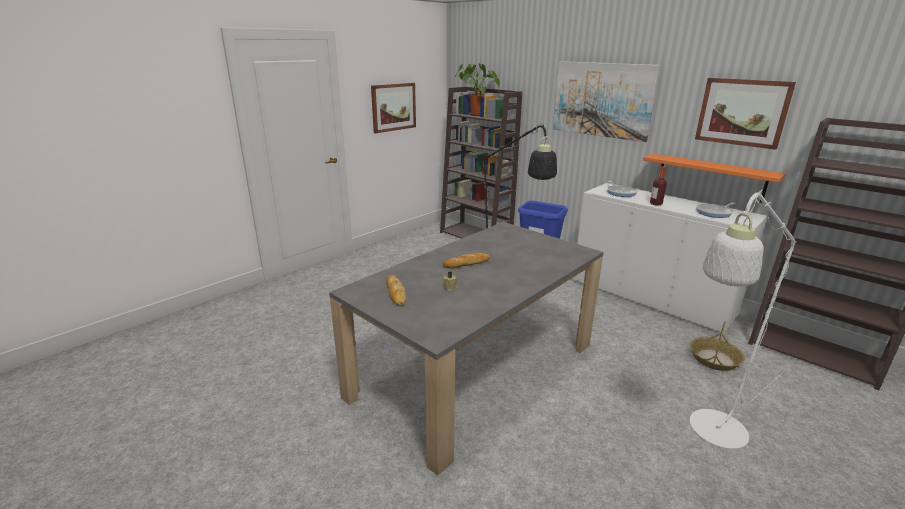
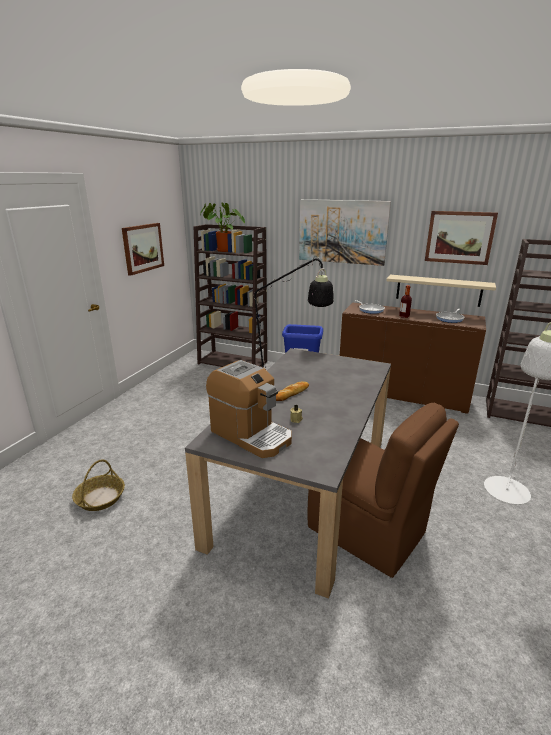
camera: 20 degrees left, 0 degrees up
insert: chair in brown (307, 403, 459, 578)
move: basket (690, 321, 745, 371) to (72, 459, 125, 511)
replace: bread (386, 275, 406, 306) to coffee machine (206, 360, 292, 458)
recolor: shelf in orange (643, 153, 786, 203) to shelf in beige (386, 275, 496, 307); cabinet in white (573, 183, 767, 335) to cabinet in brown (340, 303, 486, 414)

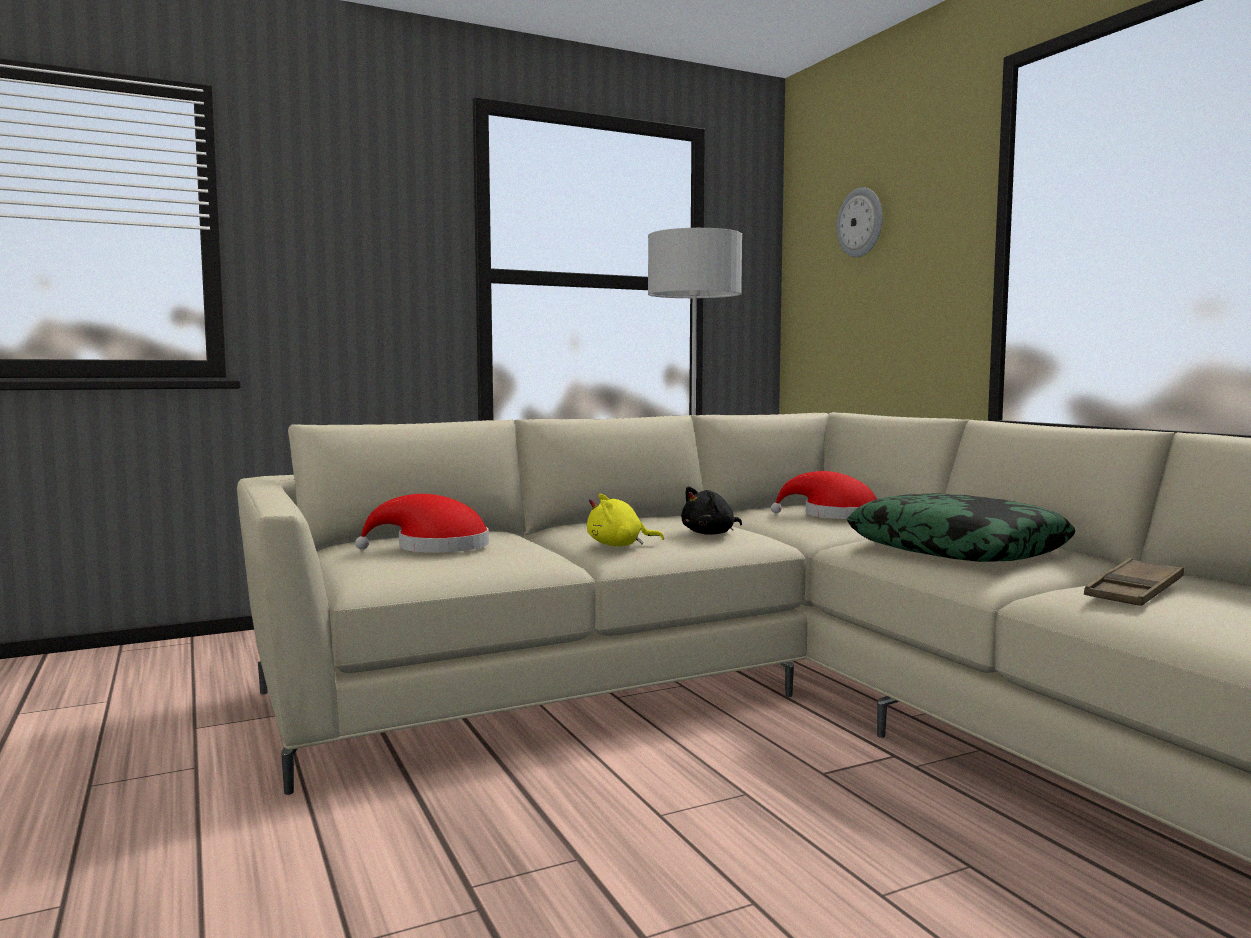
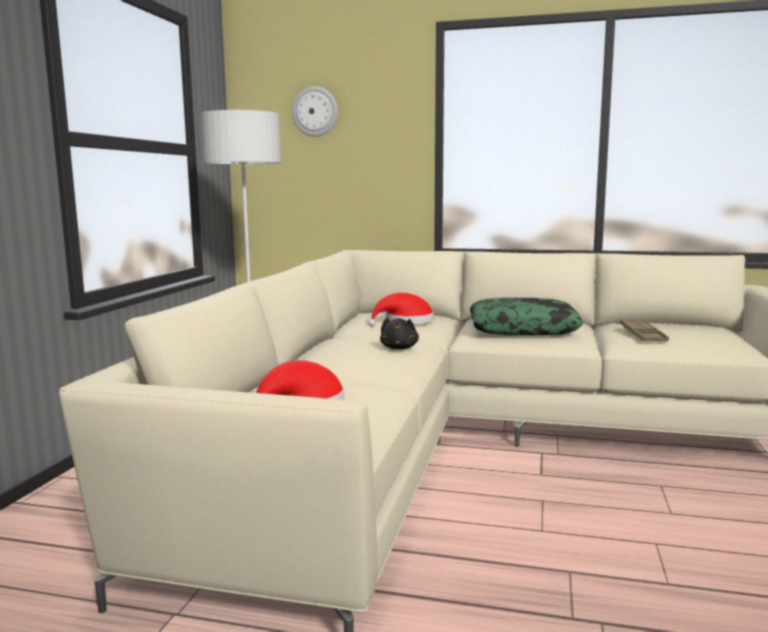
camera: 50 degrees left, 5 degrees up
delete: plush toy in yellow (587, 494, 664, 546)

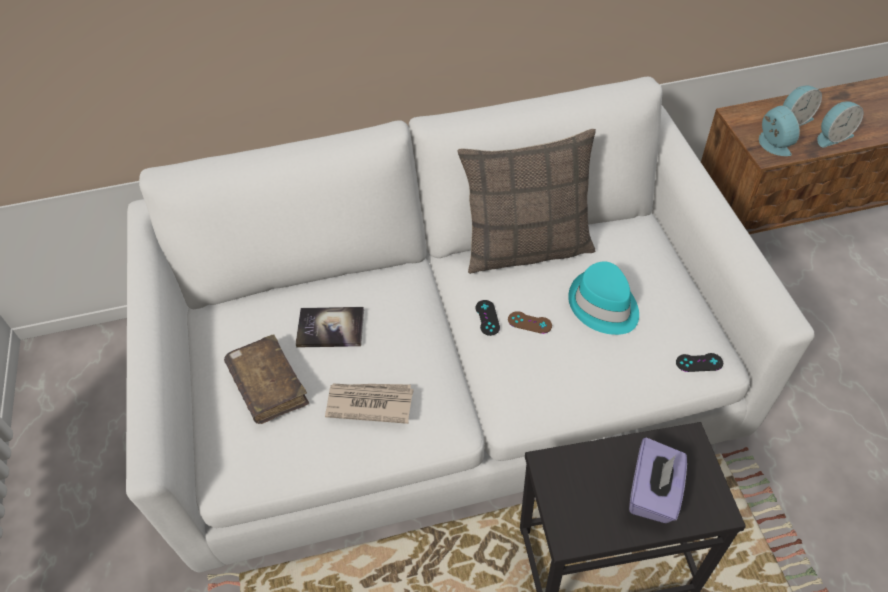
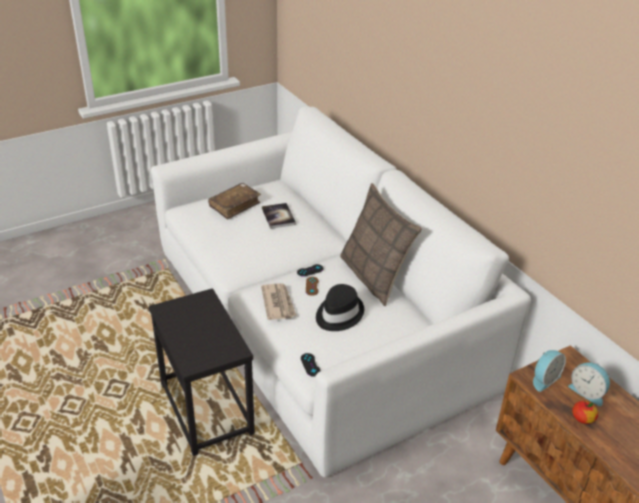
camera: 70 degrees right, 15 degrees down
delete: tissue box in purple (629, 438, 687, 523)
move: newspaper (325, 383, 413, 424) to (261, 283, 296, 320)
replace: alarm clock (817, 101, 864, 148) to apple (572, 401, 598, 424)
recolor: hat in turquoise (568, 261, 639, 335) to hat in black (316, 284, 364, 331)

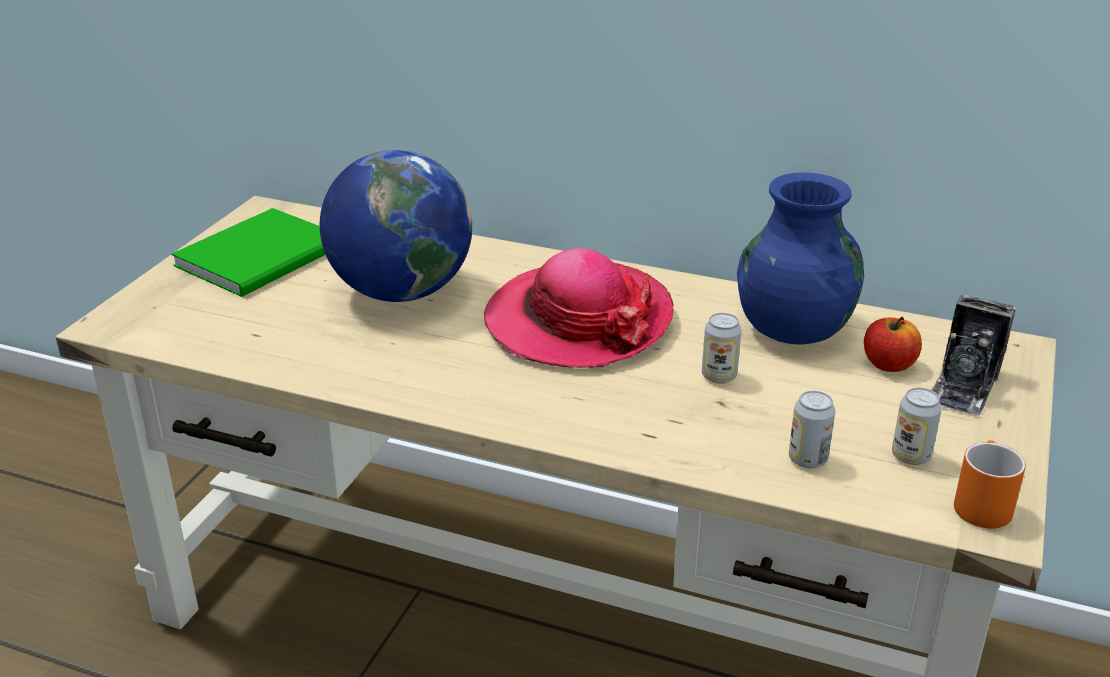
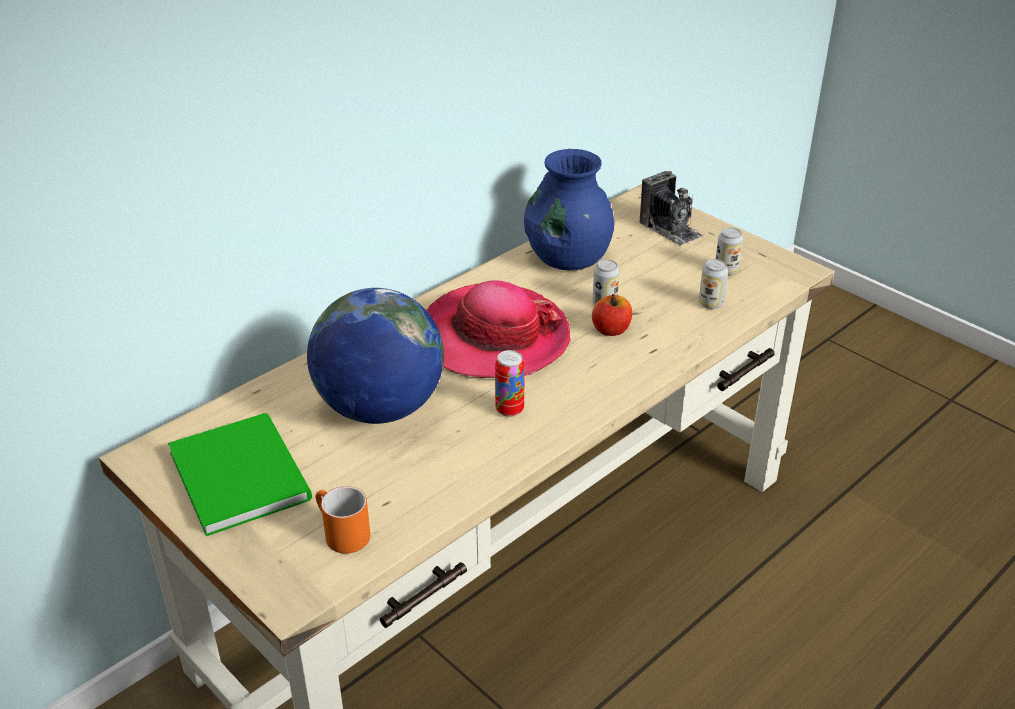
camera: 65 degrees left, 5 degrees up
insert: can (495, 350, 525, 417)
move: apple (864, 317, 922, 372) to (592, 294, 632, 336); mug in orange (954, 440, 1026, 529) to (316, 486, 370, 554)

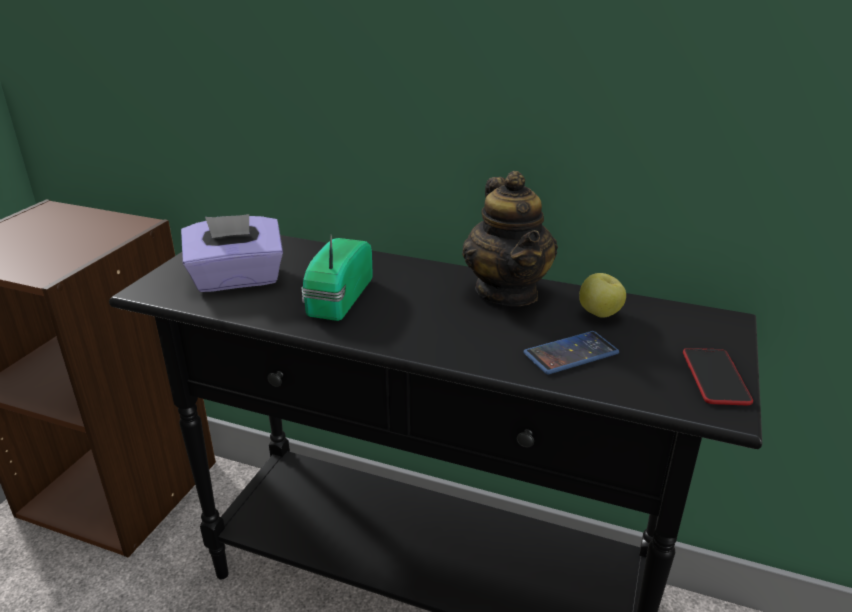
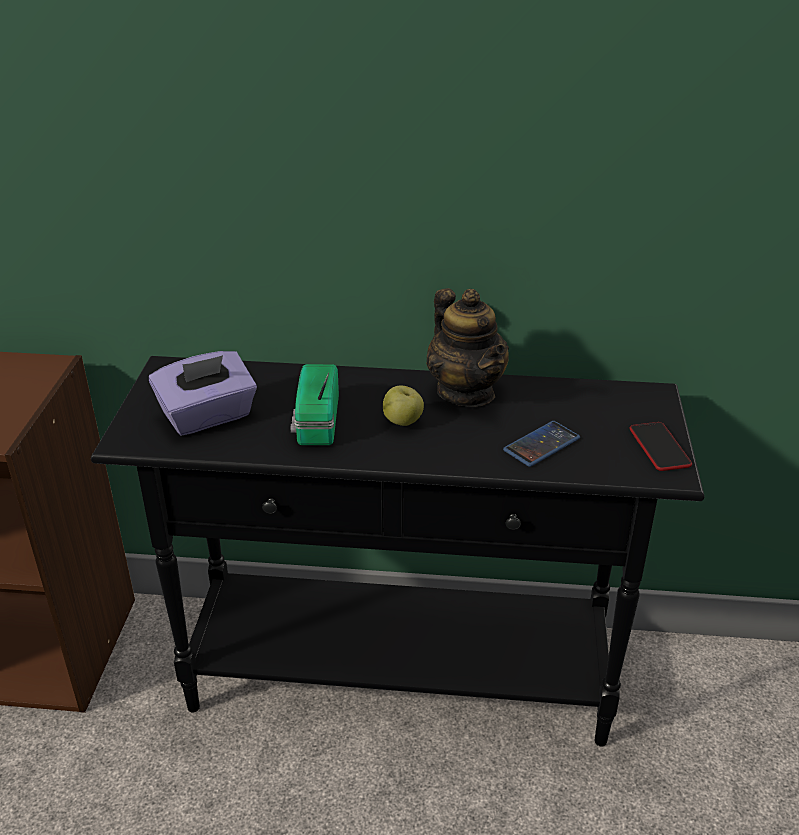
camera: 15 degrees left, 5 degrees up
move: apple (579, 273, 626, 318) to (383, 386, 424, 426)

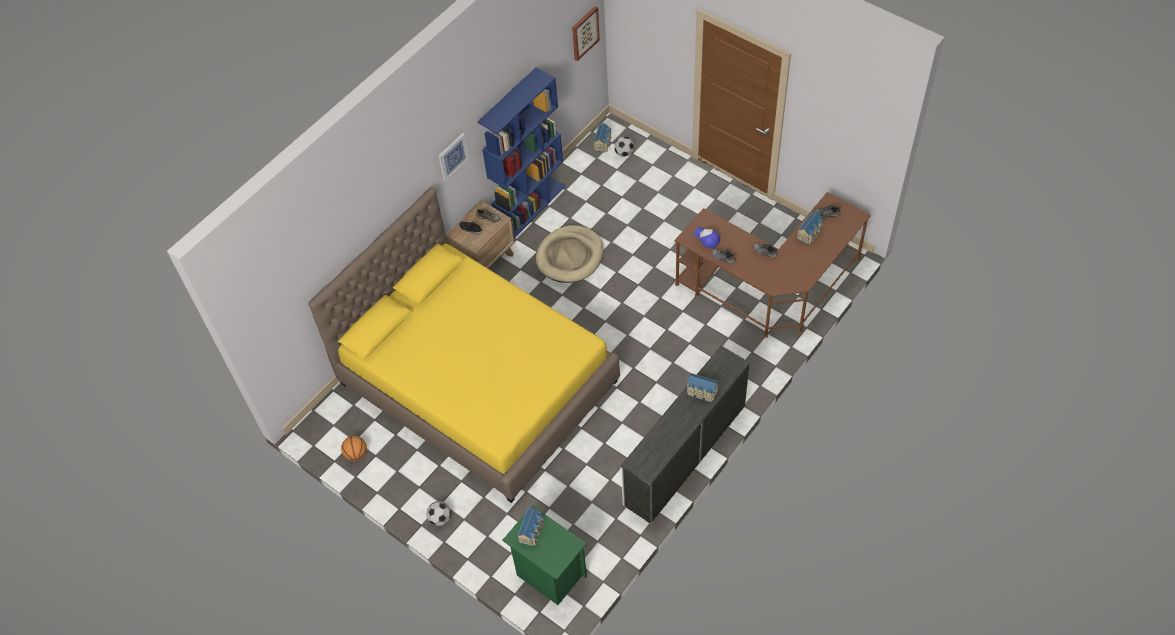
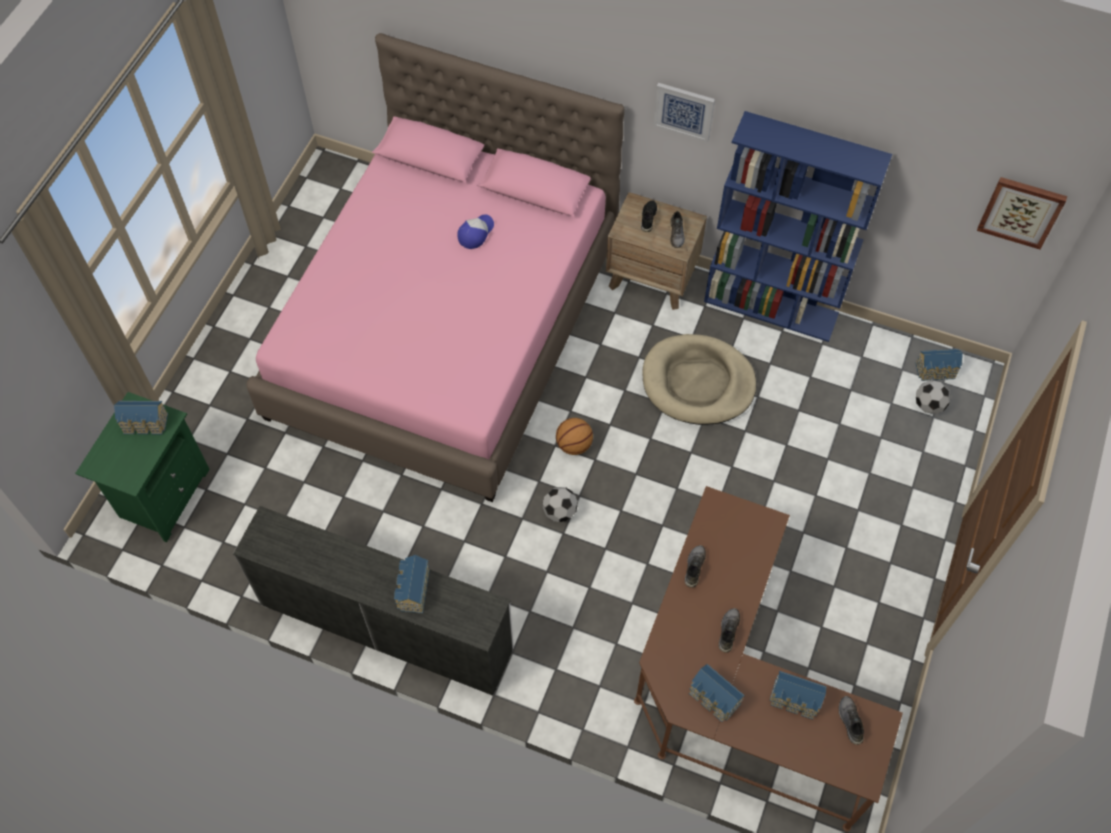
camera: 70 degrees right, 5 degrees up
insert: toy house (689, 664, 745, 722)
move: cap (694, 227, 720, 248) to (457, 214, 494, 249); basketball (341, 436, 367, 461) to (556, 418, 593, 455); football (426, 501, 451, 526) to (542, 487, 578, 522)
recolor: bed in yellow (308, 187, 620, 503) to bed in pink (246, 33, 624, 502)

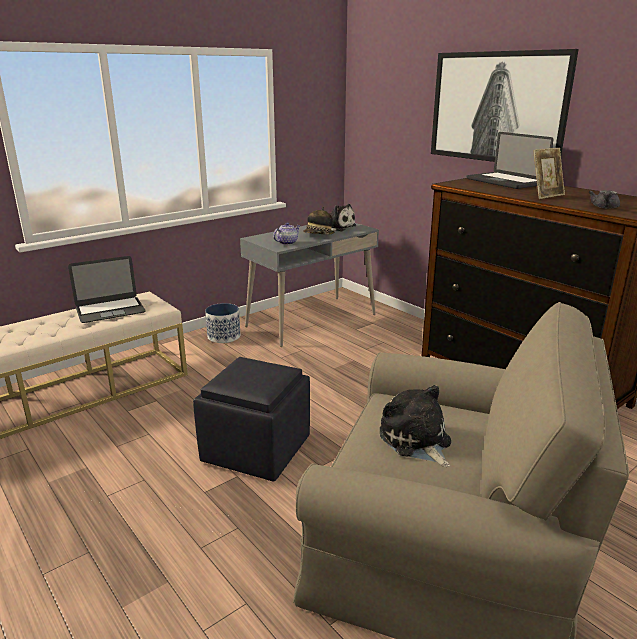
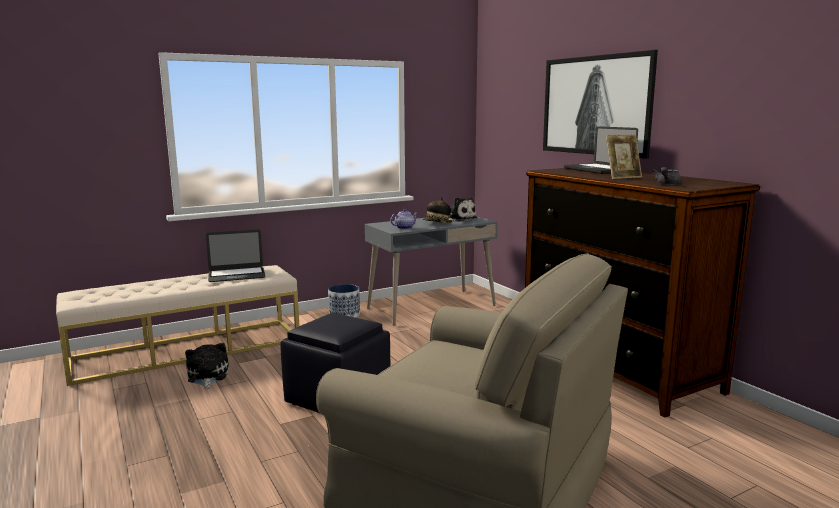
camera: 10 degrees right, 10 degrees down
move: plush toy (380, 385, 451, 467) to (185, 343, 229, 389)

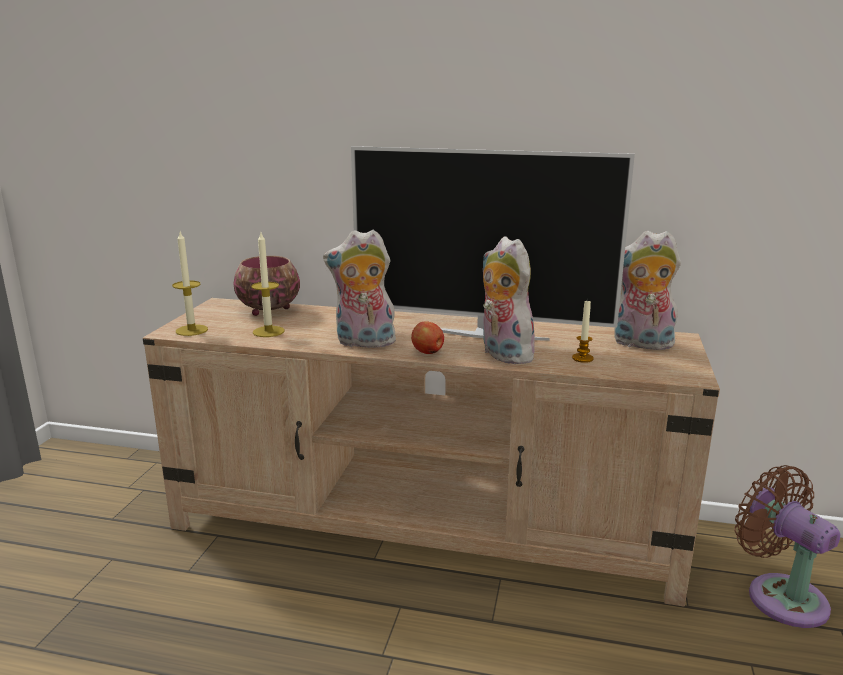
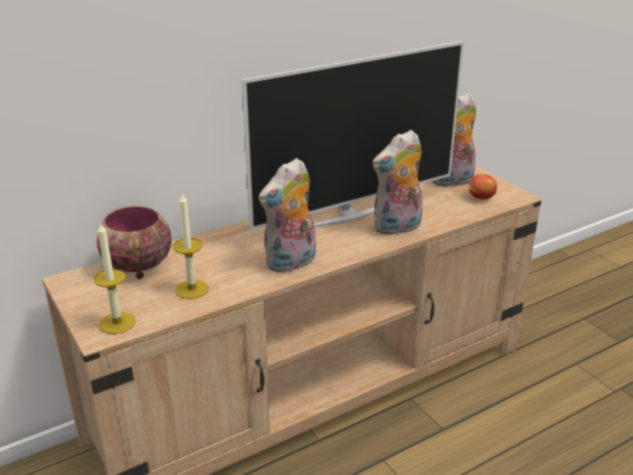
camera: 45 degrees left, 10 degrees up
delete: candle (572, 299, 594, 363); fan in brown (734, 465, 840, 628)
move: apple (411, 321, 444, 354) to (469, 174, 497, 199)
rotate: plush toy (483, 236, 535, 364) = (372, 130, 423, 236) 45 degrees counterclockwise

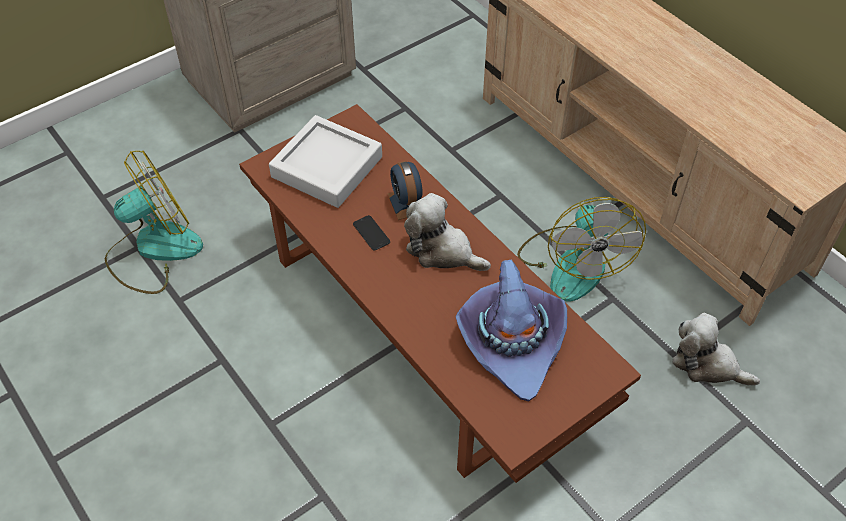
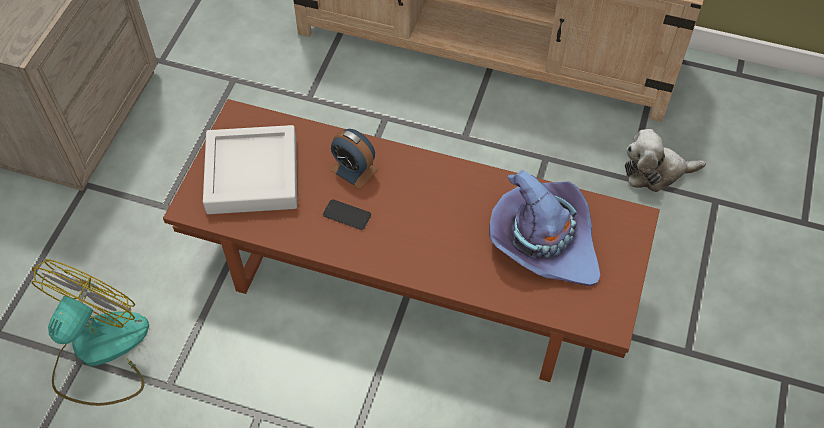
camera: 35 degrees left, 5 degrees up
delete: plush toy (404, 193, 491, 271); fan (517, 197, 646, 302)

